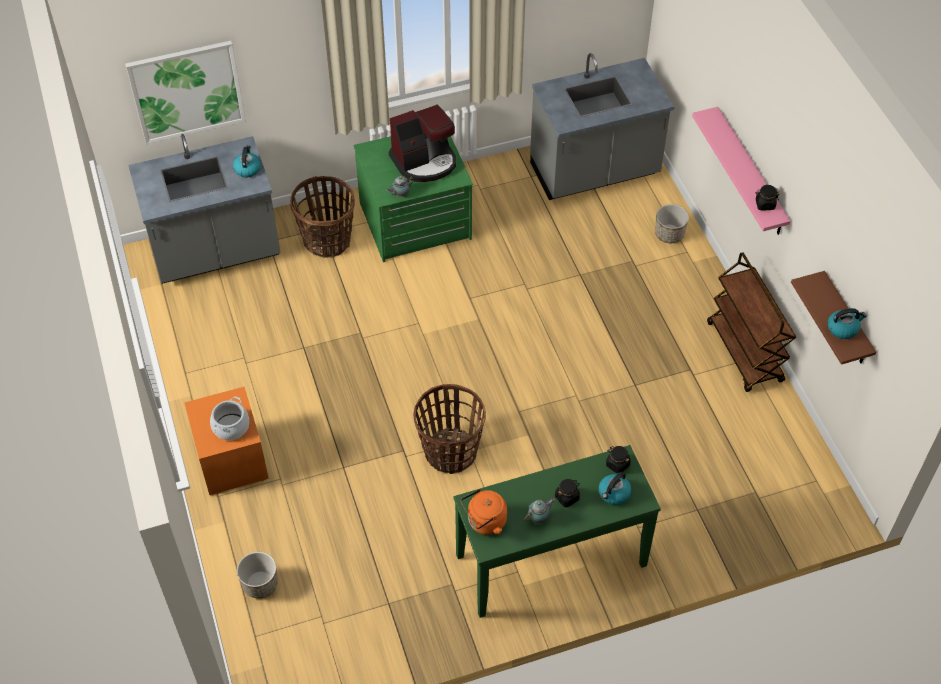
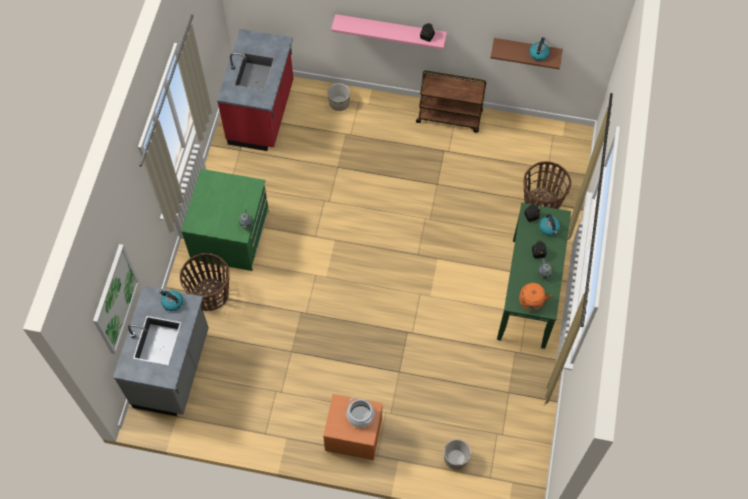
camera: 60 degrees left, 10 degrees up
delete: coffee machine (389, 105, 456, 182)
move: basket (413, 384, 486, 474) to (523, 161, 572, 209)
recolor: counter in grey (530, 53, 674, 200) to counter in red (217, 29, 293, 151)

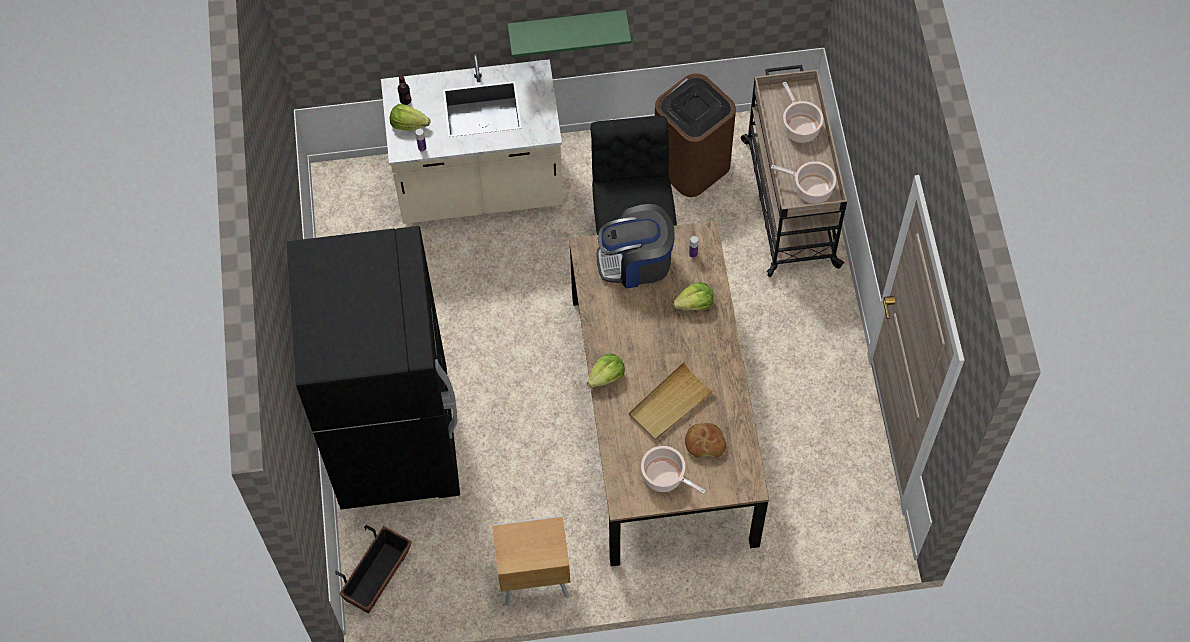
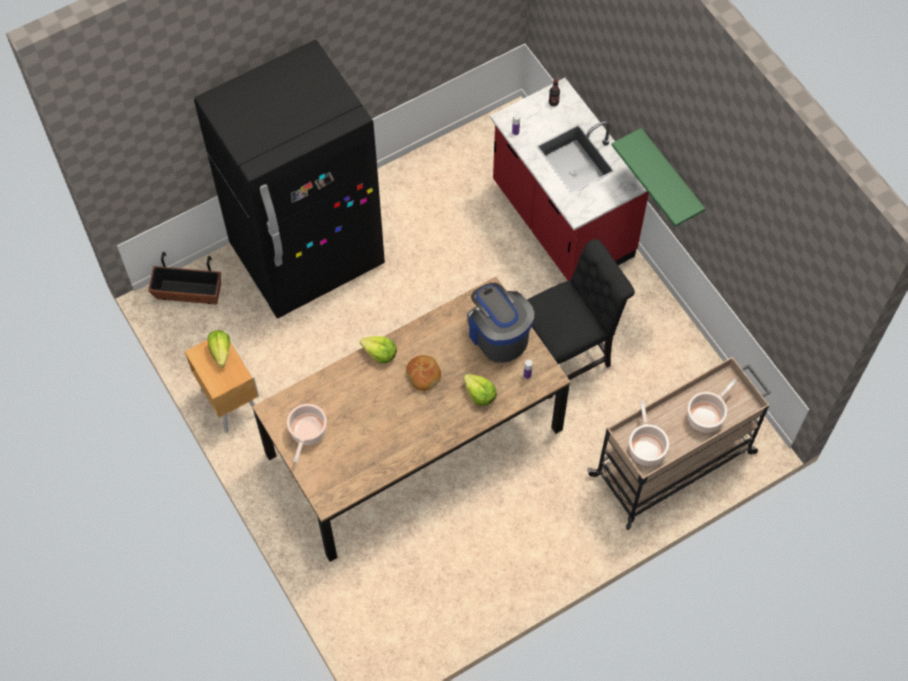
camera: 65 degrees right, 0 degrees up
delete: trash can in brown (655, 73, 736, 197); tray in beige (629, 362, 714, 440)
move: lettuce (390, 104, 431, 130) to (208, 330, 230, 367); bread (685, 423, 726, 459) to (406, 356, 441, 391)
recolor: counter in beige (381, 53, 563, 224) to counter in red (490, 78, 649, 281)

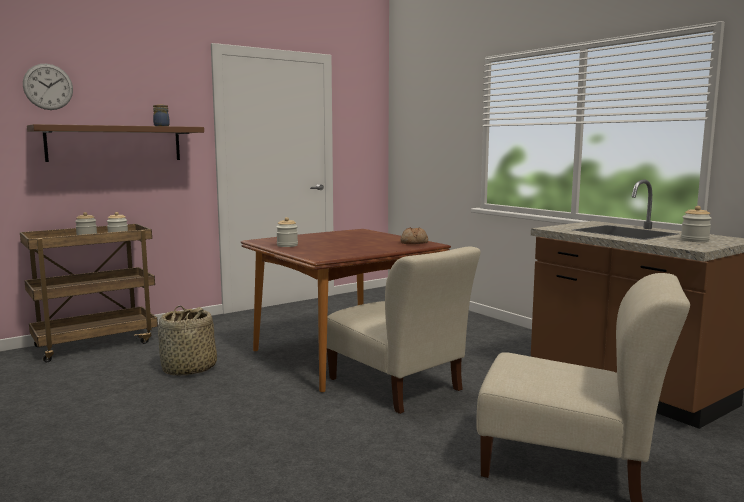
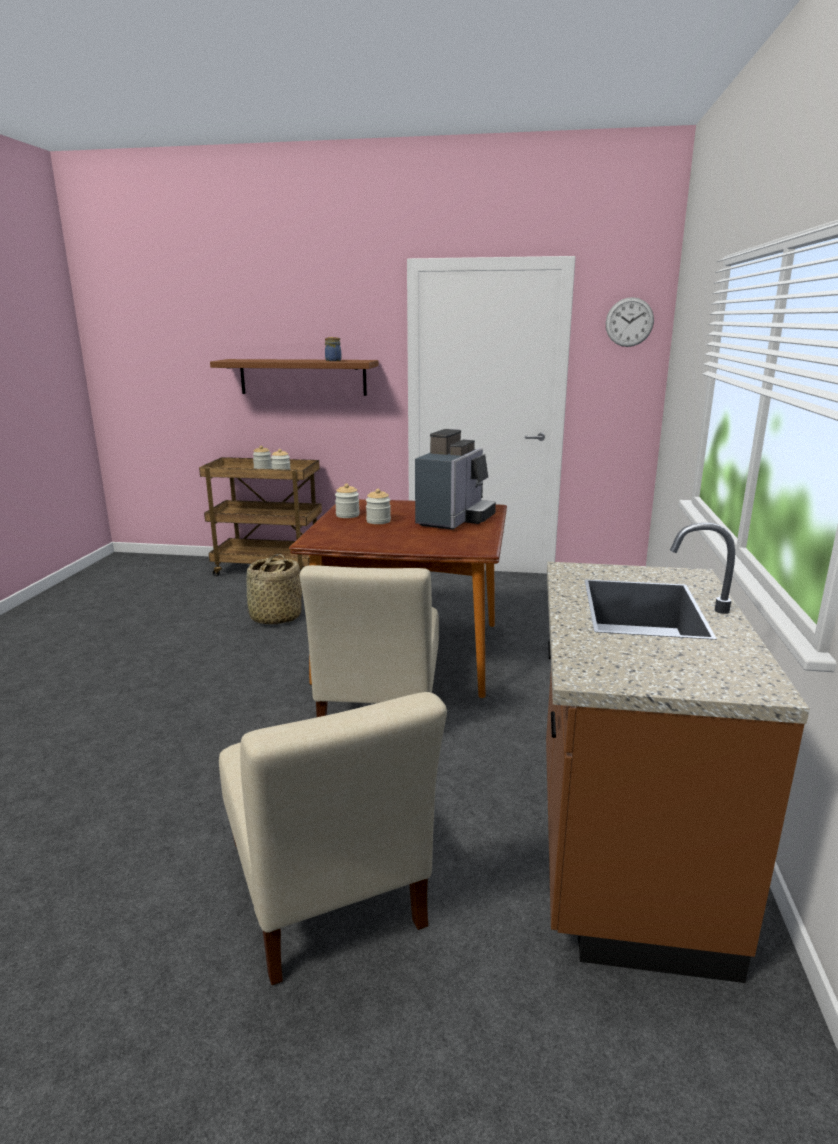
camera: 45 degrees right, 10 degrees up
delete: bread (400, 227, 428, 244)
insert: coffee machine (415, 429, 496, 530)
move: wall clock (23, 64, 73, 110) to (606, 297, 654, 347); jar (681, 206, 712, 242) to (366, 489, 391, 524)

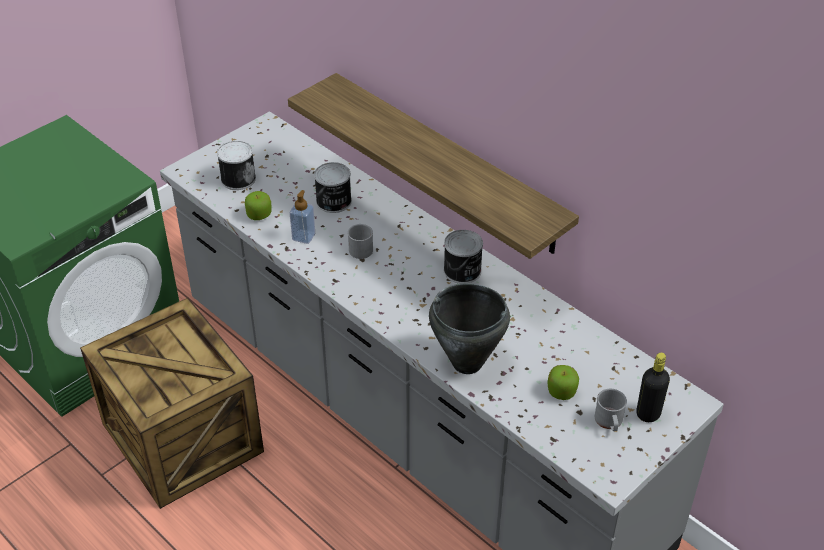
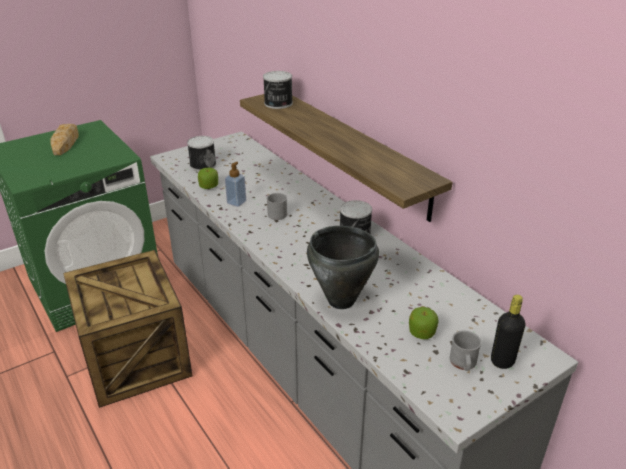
camera: 10 degrees right, 10 degrees down
insert: bread (51, 124, 79, 155)
move: can (314, 162, 352, 213) to (263, 71, 293, 109)

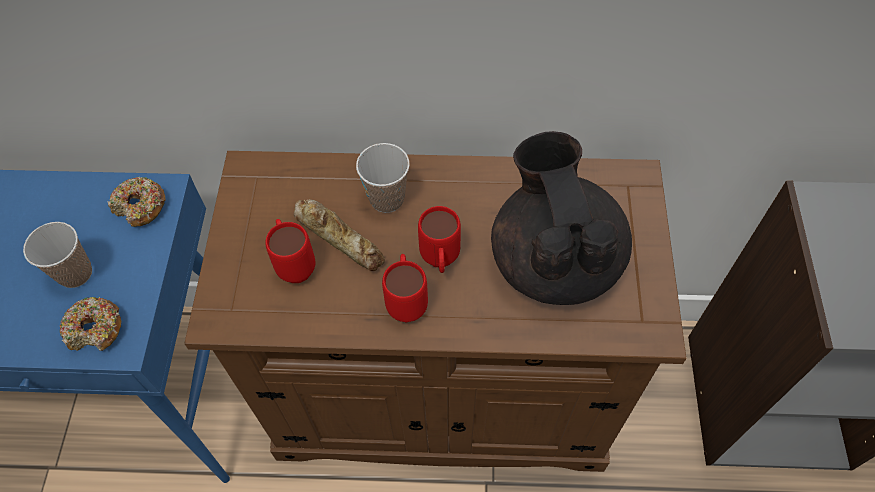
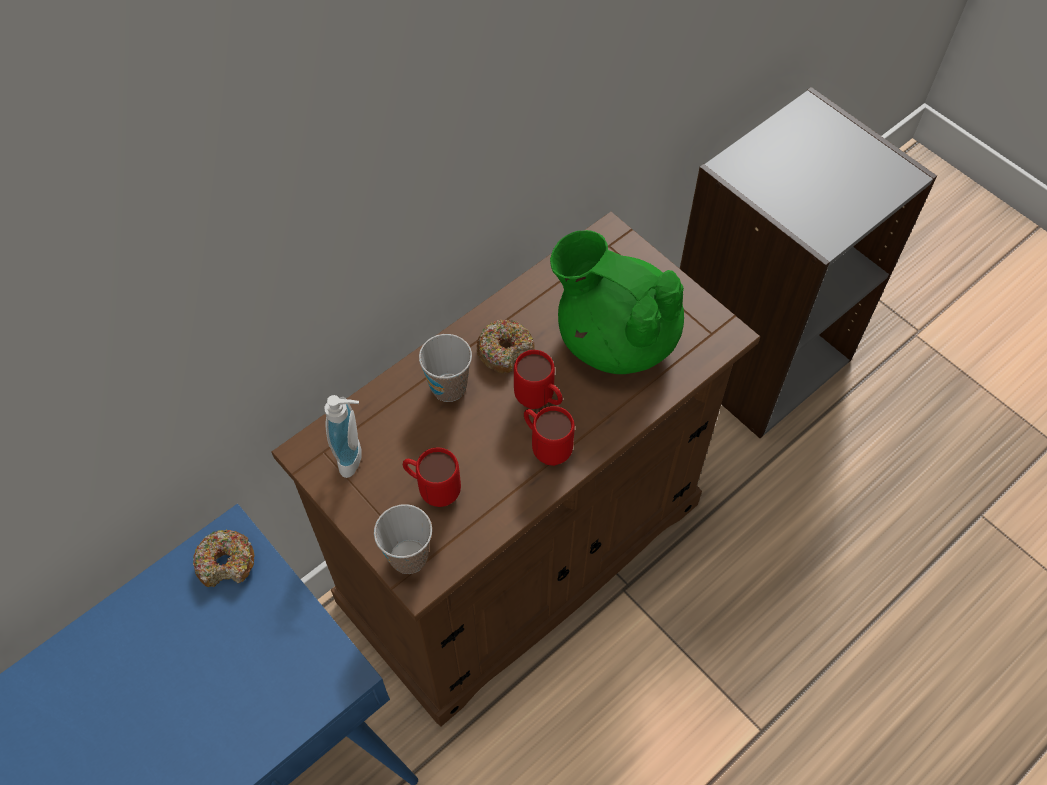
camera: 45 degrees left, 0 degrees up
delete: bread (294, 199, 385, 271)
insert: soap dispenser (325, 395, 362, 478)
move: cup (23, 222, 92, 288) to (374, 504, 432, 574); donut (60, 297, 121, 351) to (477, 320, 535, 374)
recolor: teapot in black (491, 131, 632, 305) to teapot in green (550, 230, 684, 374)

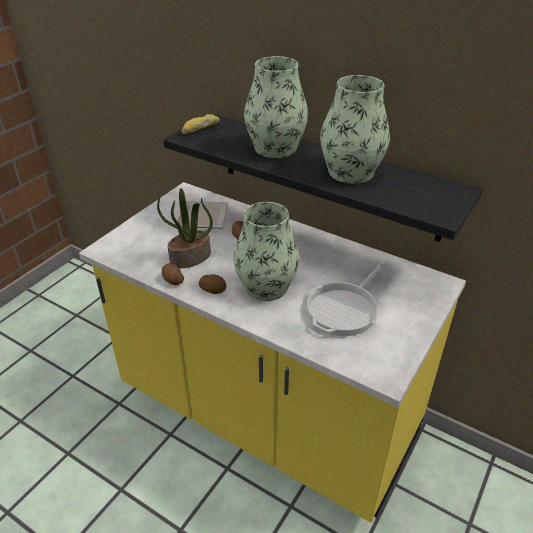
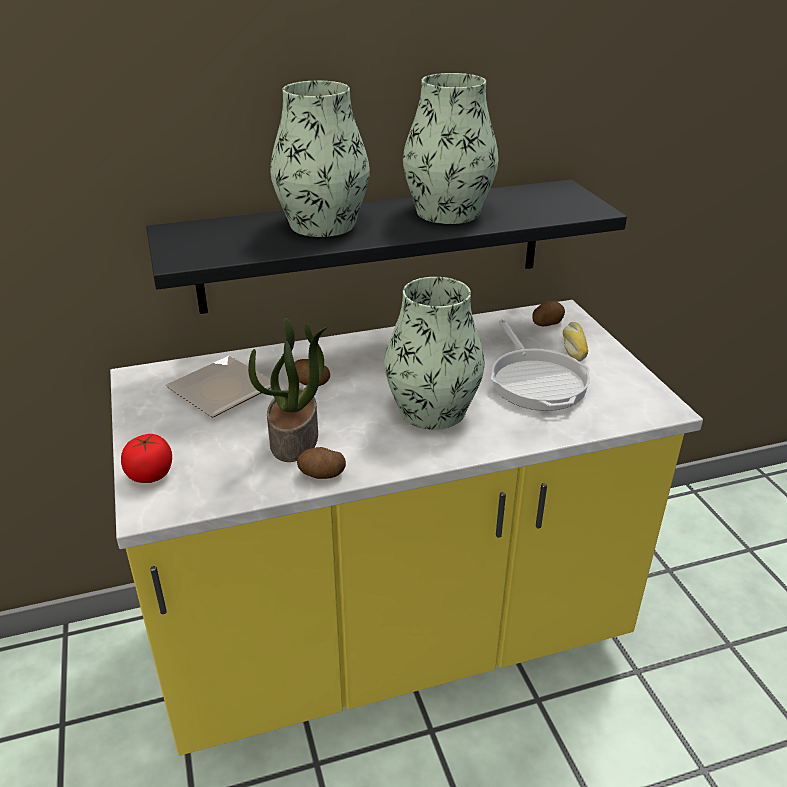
camera: 50 degrees left, 5 degrees down
insert: tomato (121, 434, 172, 483)
move: bread (181, 114, 220, 134) to (563, 322, 588, 361); potato (198, 274, 226, 294) to (532, 301, 565, 326)

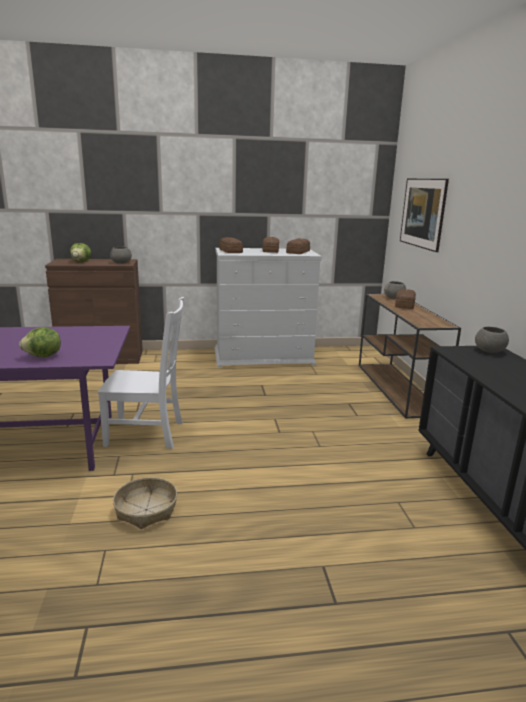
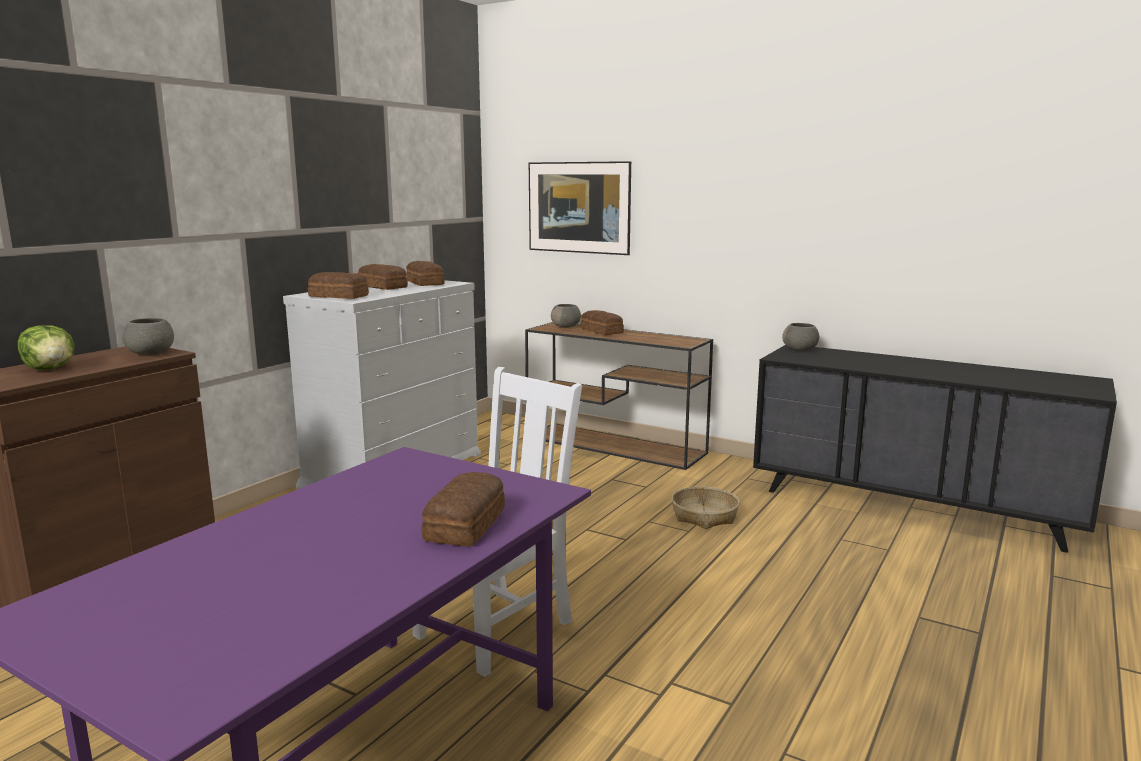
camera: 50 degrees left, 5 degrees down
move: basket (113, 477, 178, 529) to (671, 487, 739, 529)
replace: lettuce (19, 327, 61, 357) to bread (422, 472, 505, 546)

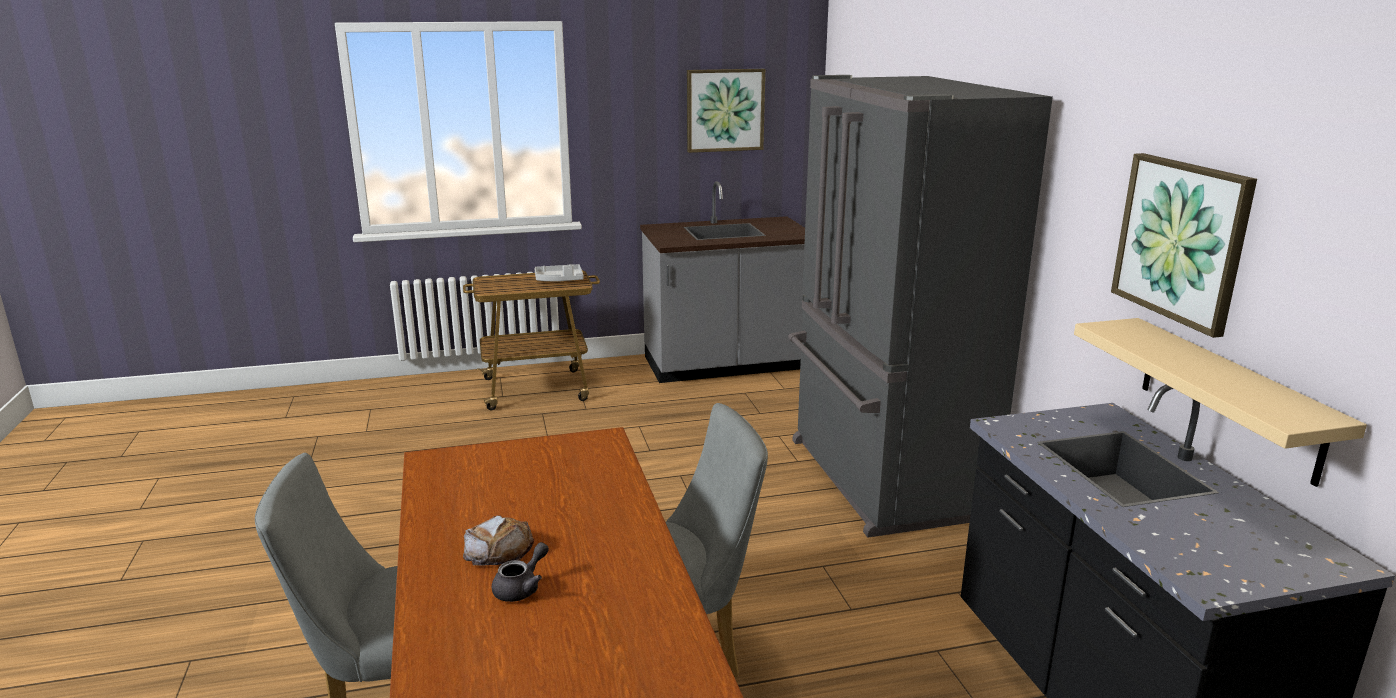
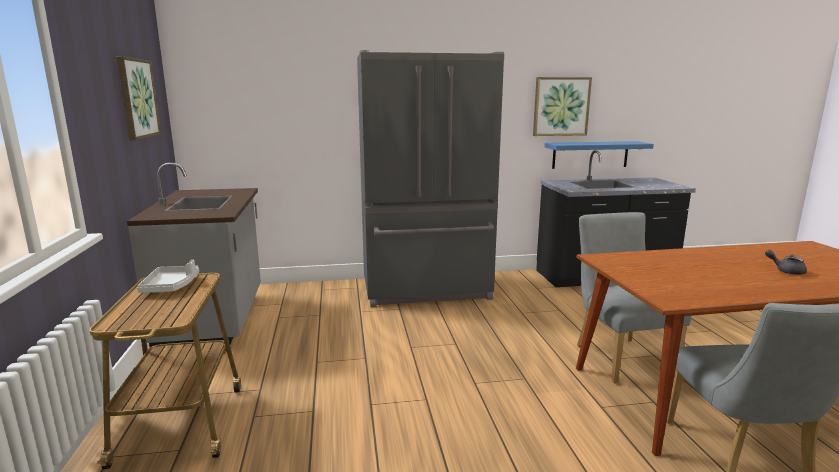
camera: 85 degrees left, 5 degrees down
delete: bread (463, 515, 534, 566)
recolor: shelf in beige (1074, 318, 1367, 487) to shelf in blue (544, 141, 654, 169)

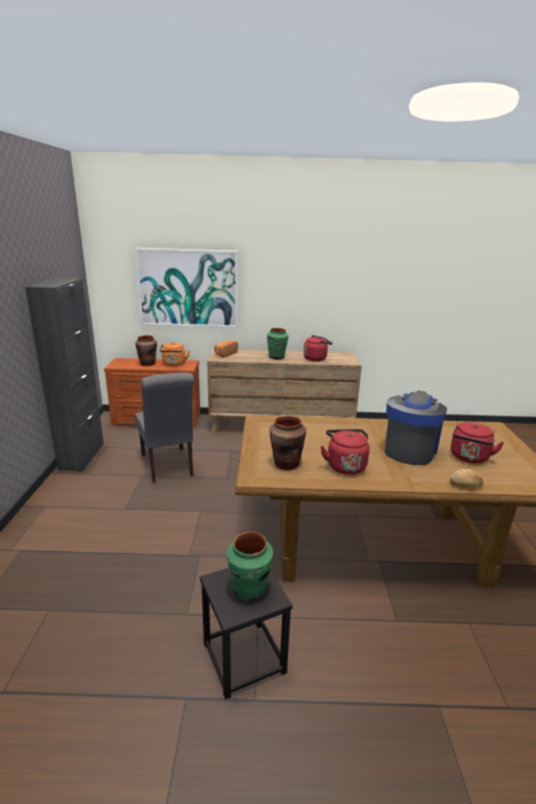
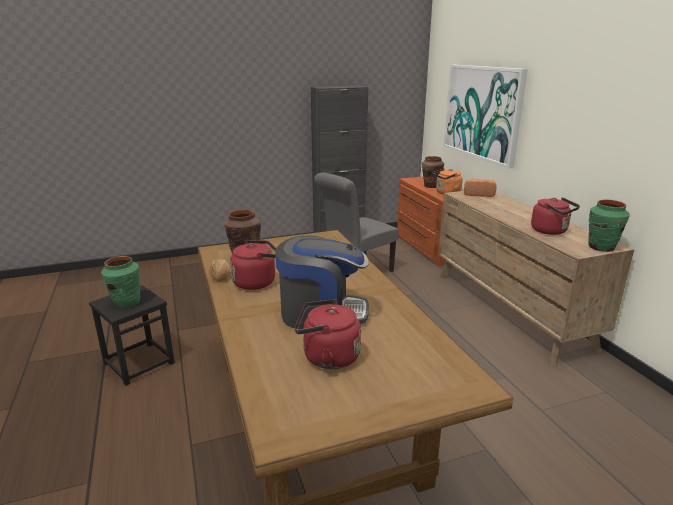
camera: 70 degrees right, 0 degrees up
move: vase in green (267, 328, 288, 360) to (588, 200, 630, 252); bread (450, 469, 484, 488) to (209, 259, 230, 281)

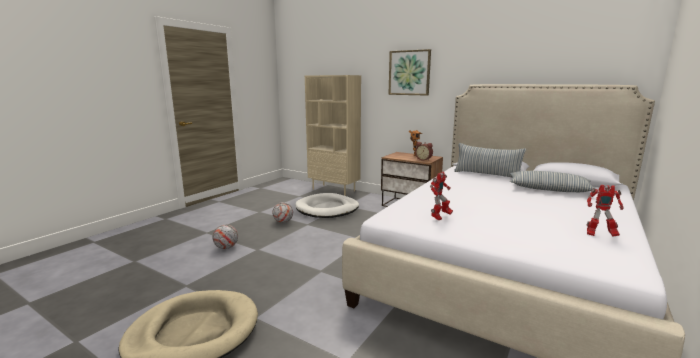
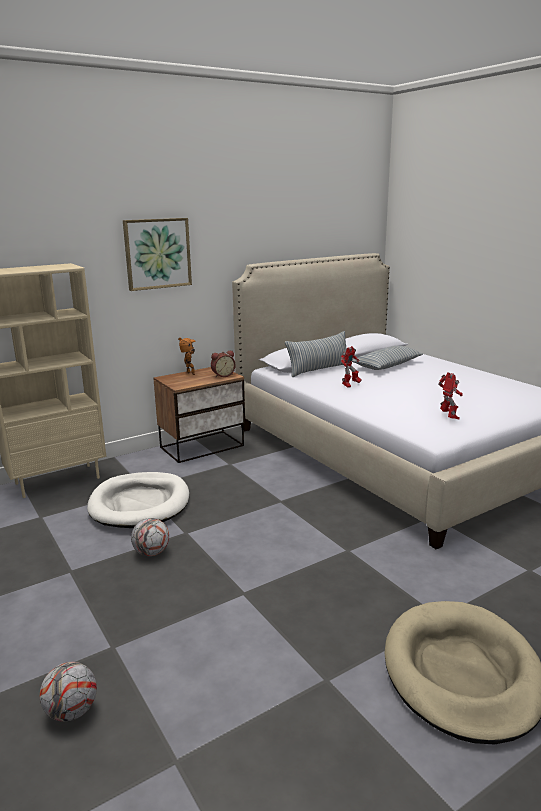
camera: 65 degrees left, 5 degrees up
move: toy robot (587, 185, 624, 237) to (340, 346, 362, 388); football (213, 225, 238, 249) to (40, 662, 97, 722)

